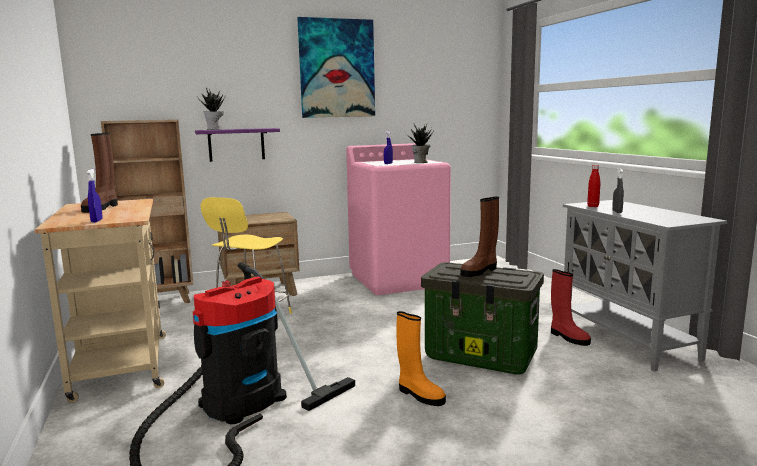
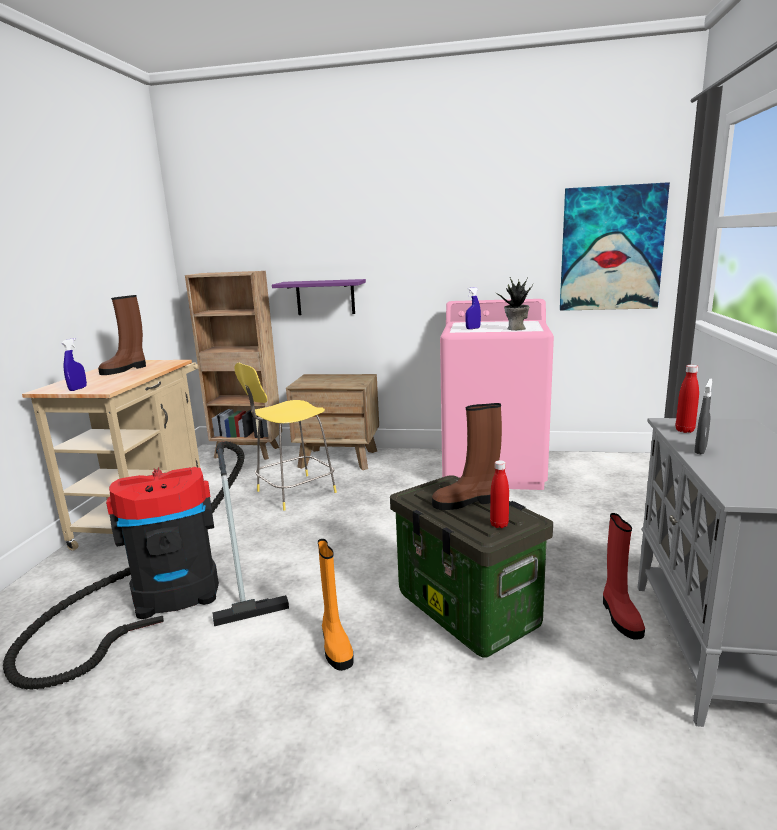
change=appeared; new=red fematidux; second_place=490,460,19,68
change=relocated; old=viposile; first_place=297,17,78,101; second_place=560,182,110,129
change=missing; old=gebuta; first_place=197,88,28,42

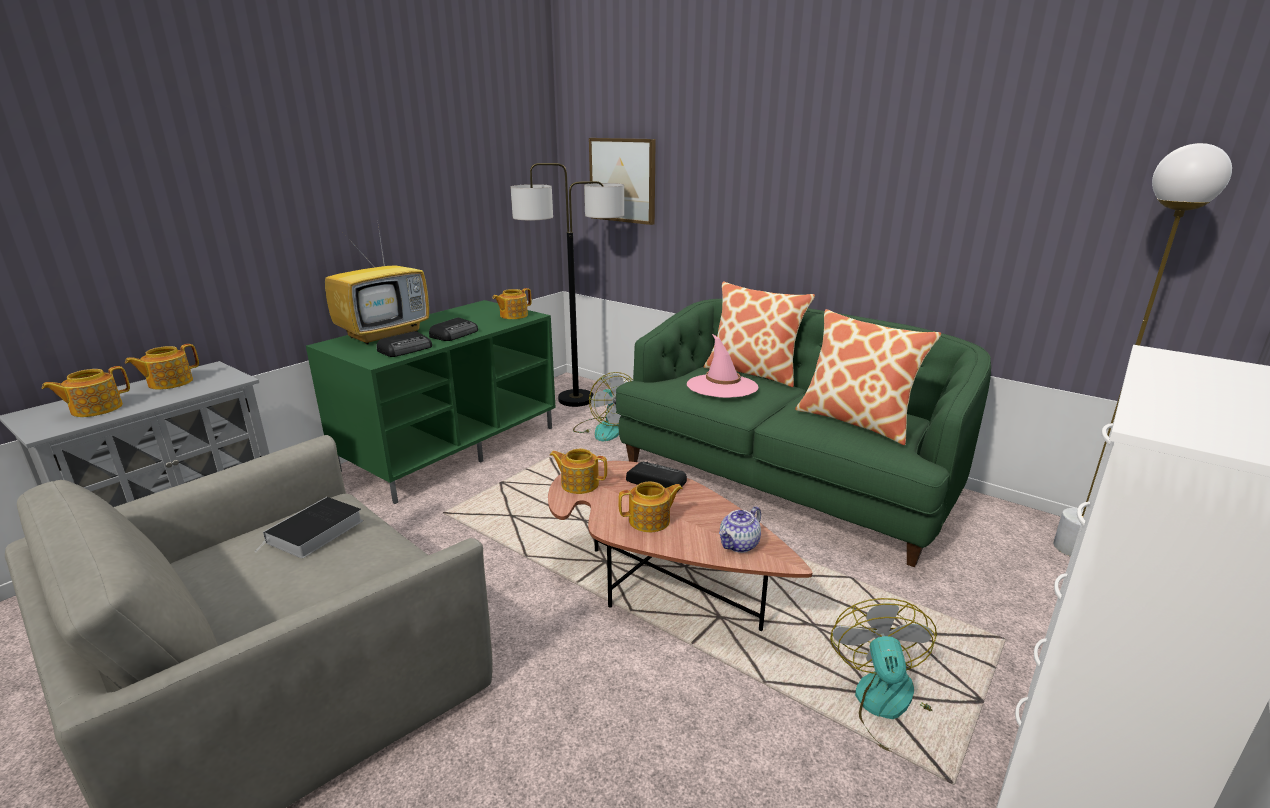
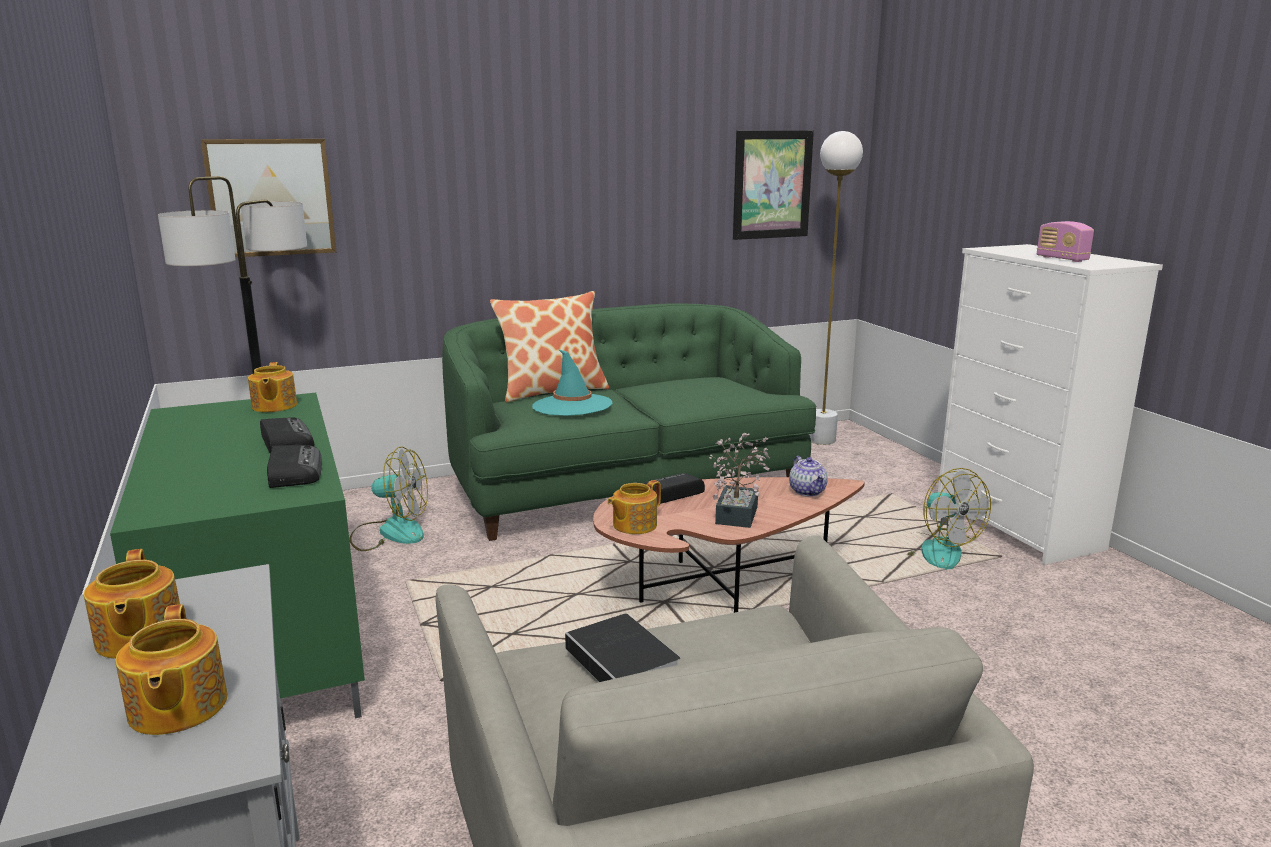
change=colour; old=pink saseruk; new=turquoise saseruk; first_place=687,334,71,64; second_place=532,349,81,67
change=exchanged; old=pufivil; new=gebuta; first_place=618,482,65,50; second_place=709,433,61,95
change=appeared; new=viposile; second_place=733,130,81,110
change=spun; old=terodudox; first_place=830,598,107,154; second_place=906,468,85,102; degrees=-150
change=appeared; new=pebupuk; second_place=1037,221,57,41
change=missing; old=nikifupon; first_place=325,226,104,119
change=missing; old=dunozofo; first_place=795,309,146,136

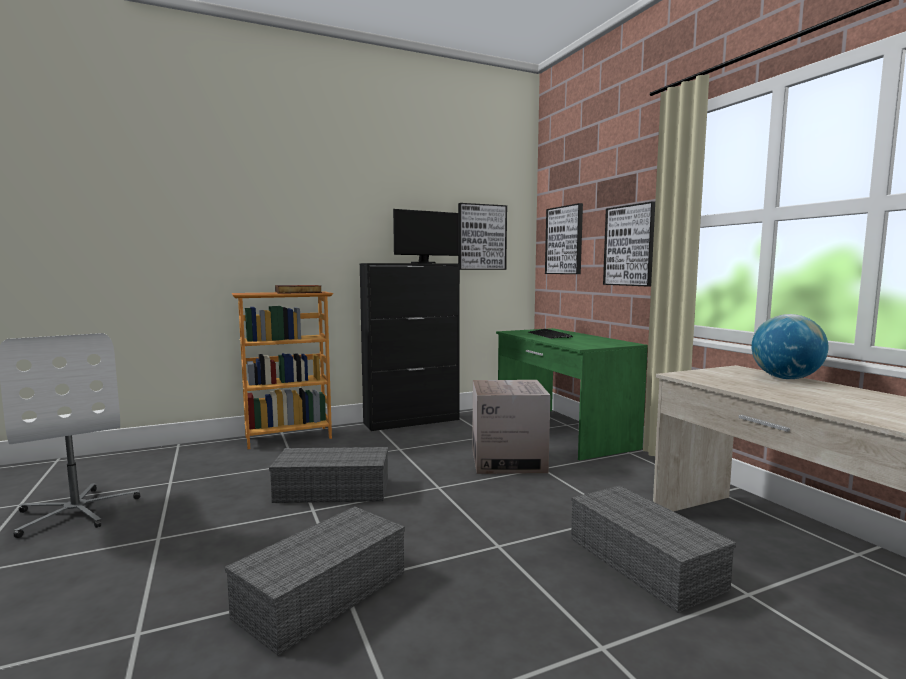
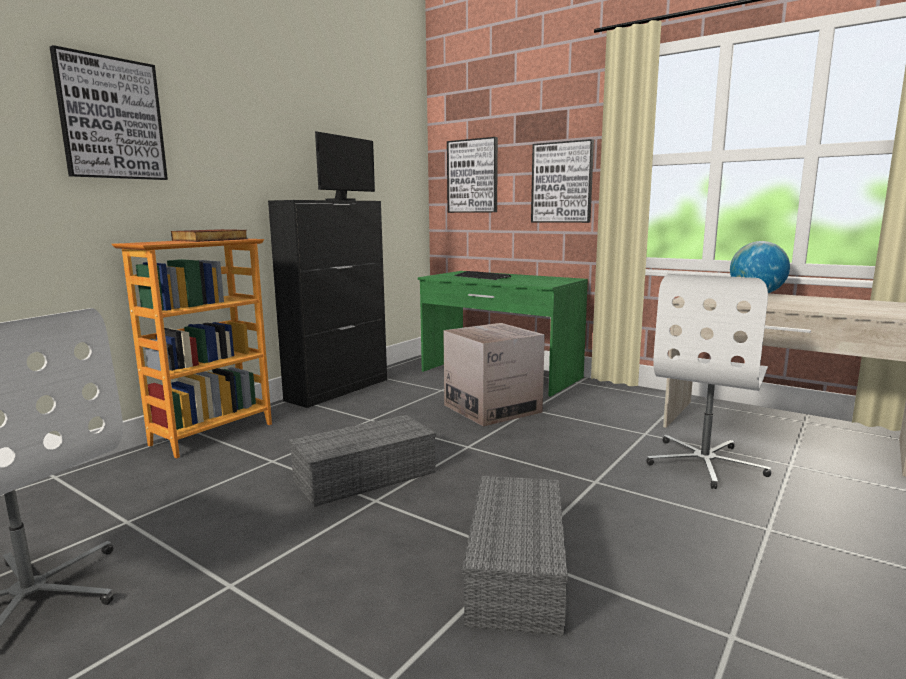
change=relocated; old=viposile; first_place=458,203,49,67; second_place=50,45,118,135
change=exchanged; old=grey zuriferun; new=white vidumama; first_place=571,486,165,127; second_place=646,274,125,215

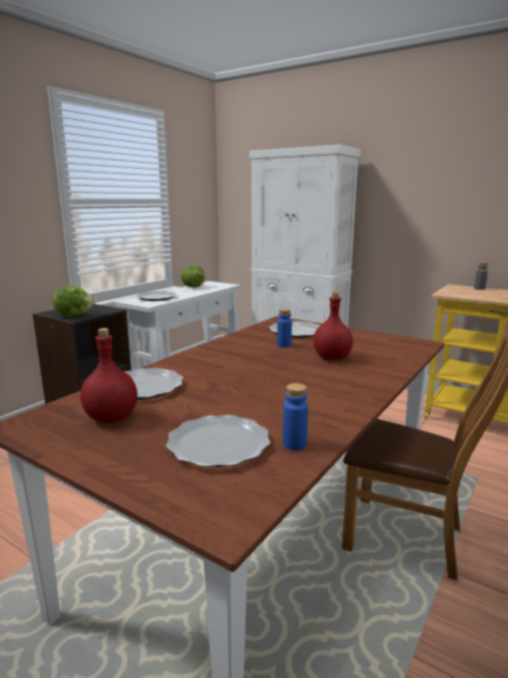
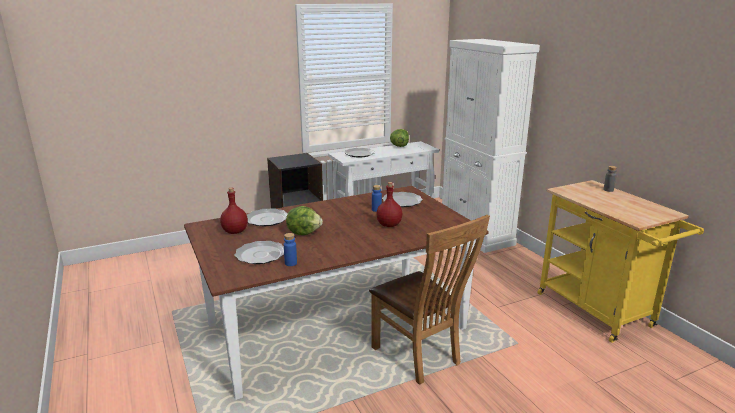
change=relocated; old=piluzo; first_place=53,286,42,31; second_place=286,206,37,29

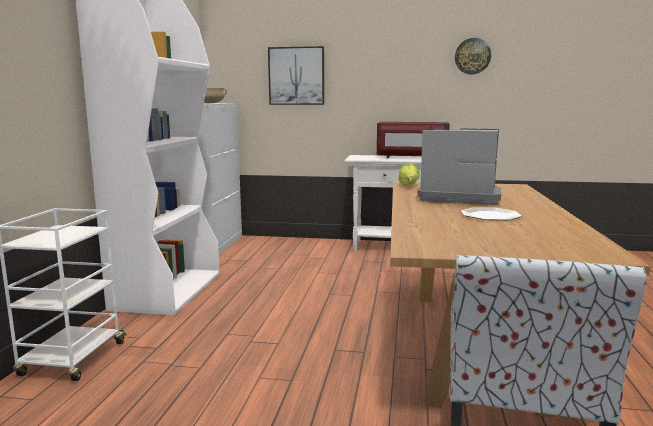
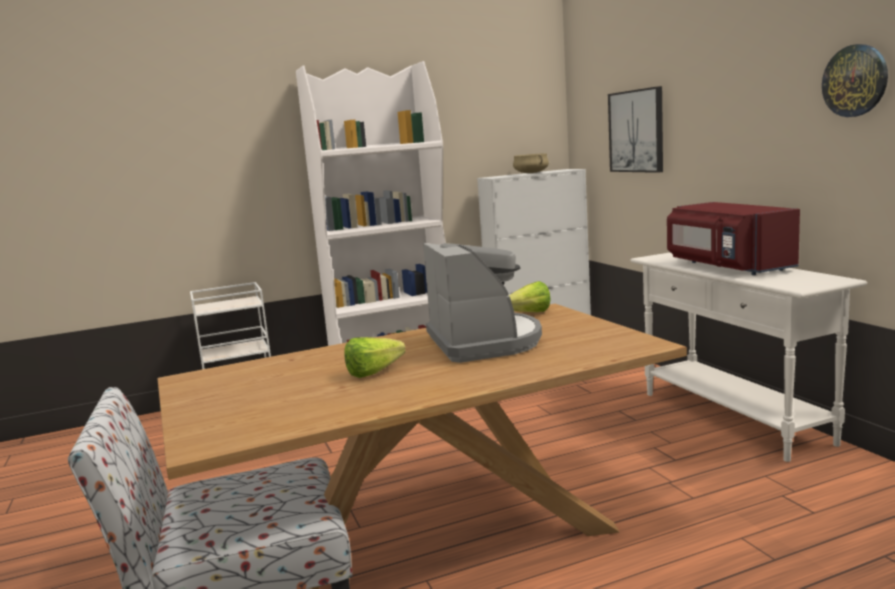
change=exchanged; old=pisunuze; new=piluzo; first_place=461,207,61,13; second_place=344,337,62,41

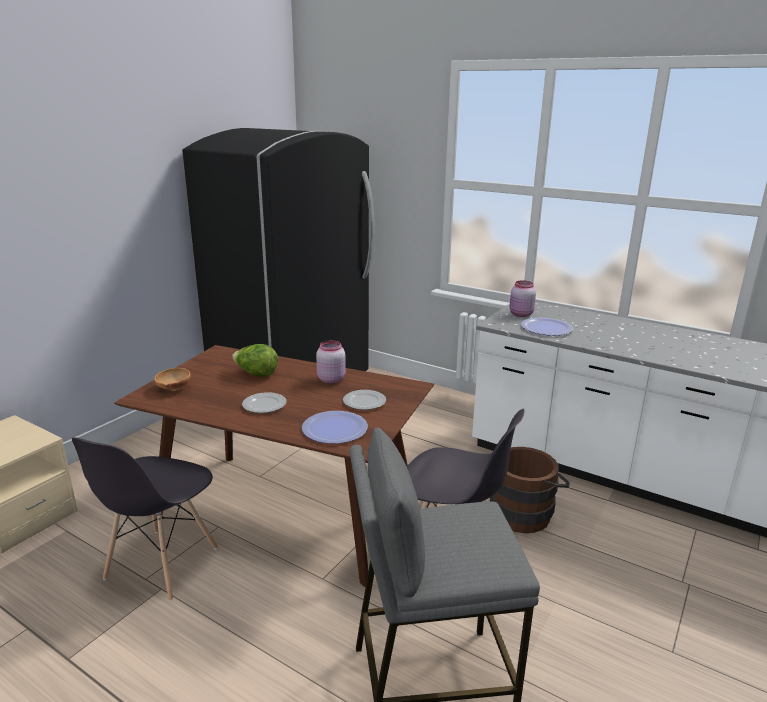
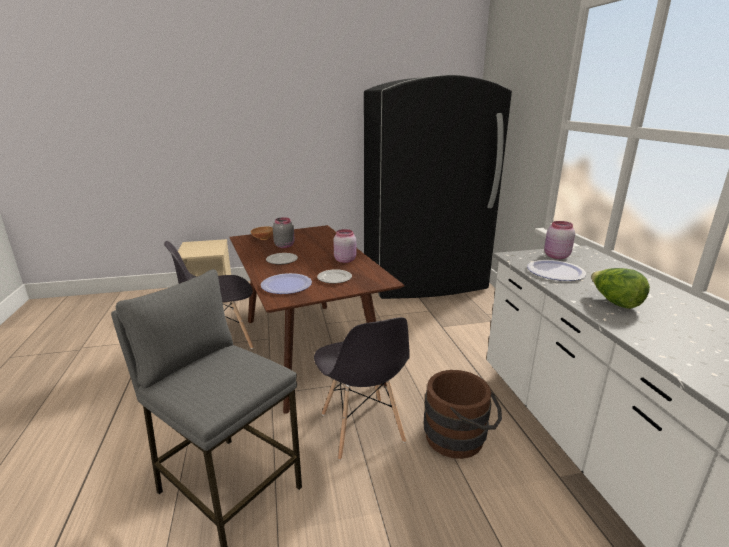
change=appeared; new=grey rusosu; second_place=273,217,22,31
change=relocated; old=piluzo; first_place=232,344,46,33; second_place=591,268,59,41

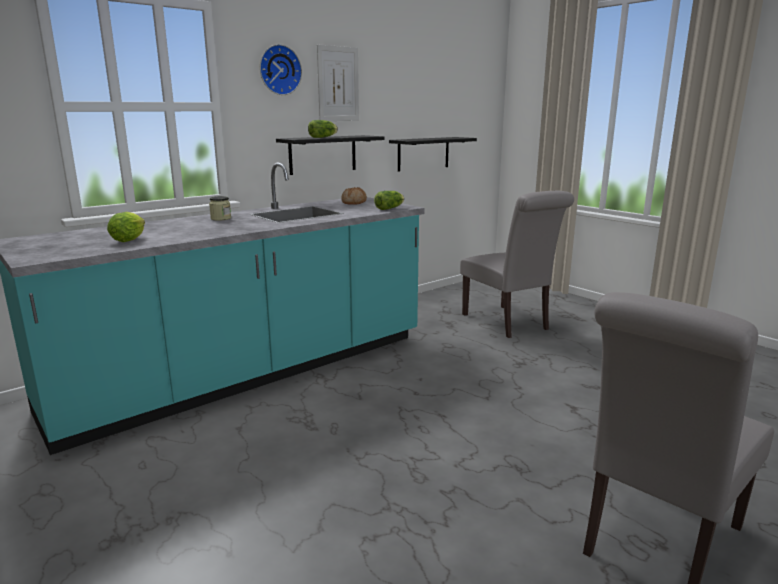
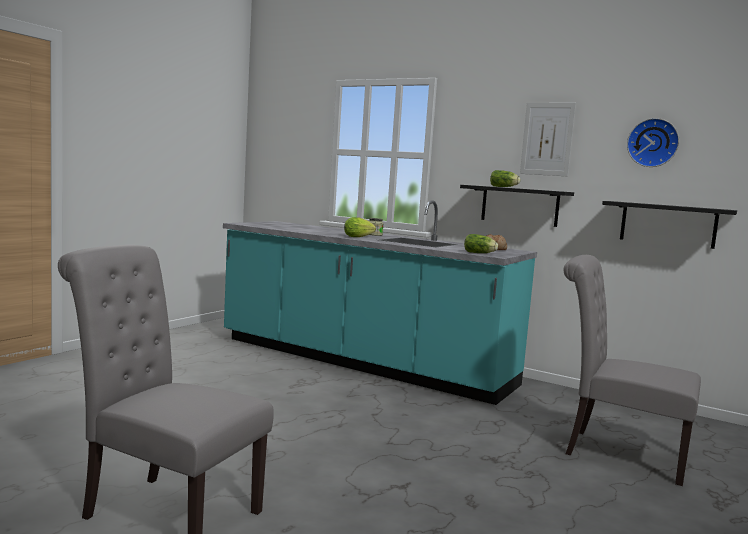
change=relocated; old=piluzo; first_place=107,212,38,30; second_place=344,217,32,20
change=spun; old=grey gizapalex; first_place=460,191,114,147; second_place=563,255,138,231; degrees=75
change=relocated; old=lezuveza; first_place=260,44,42,51; second_place=627,118,52,49

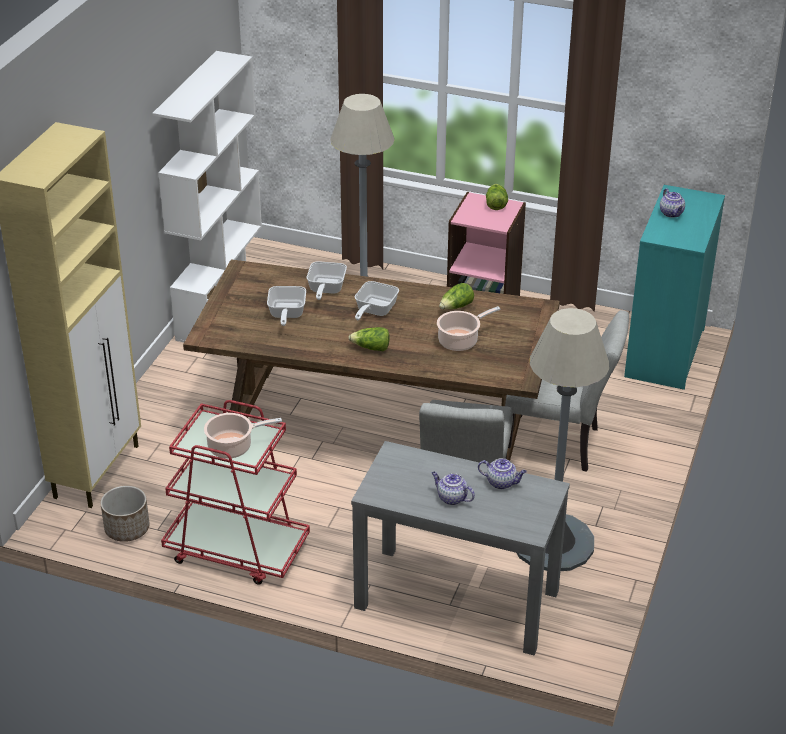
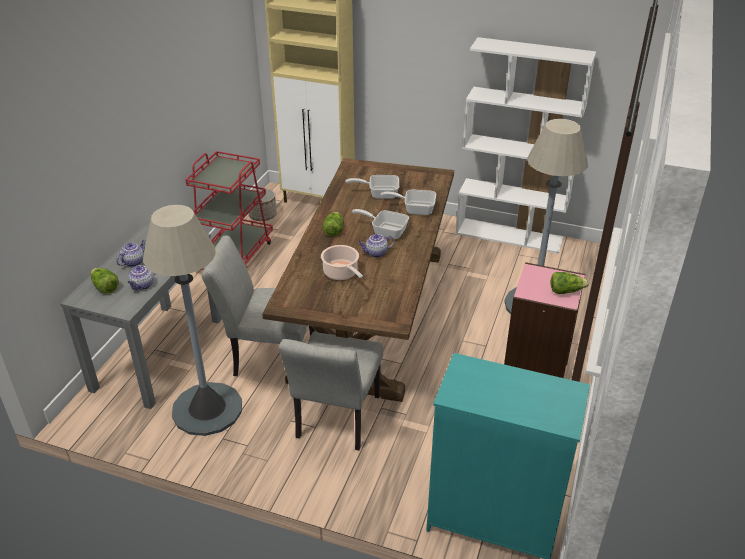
change=relocated; old=piluzo; first_place=439,283,35,26; second_place=91,268,28,26
change=relocated; old=pufivil; first_place=660,188,25,30; second_place=358,234,37,24
change=missing; old=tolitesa; first_place=204,413,78,46

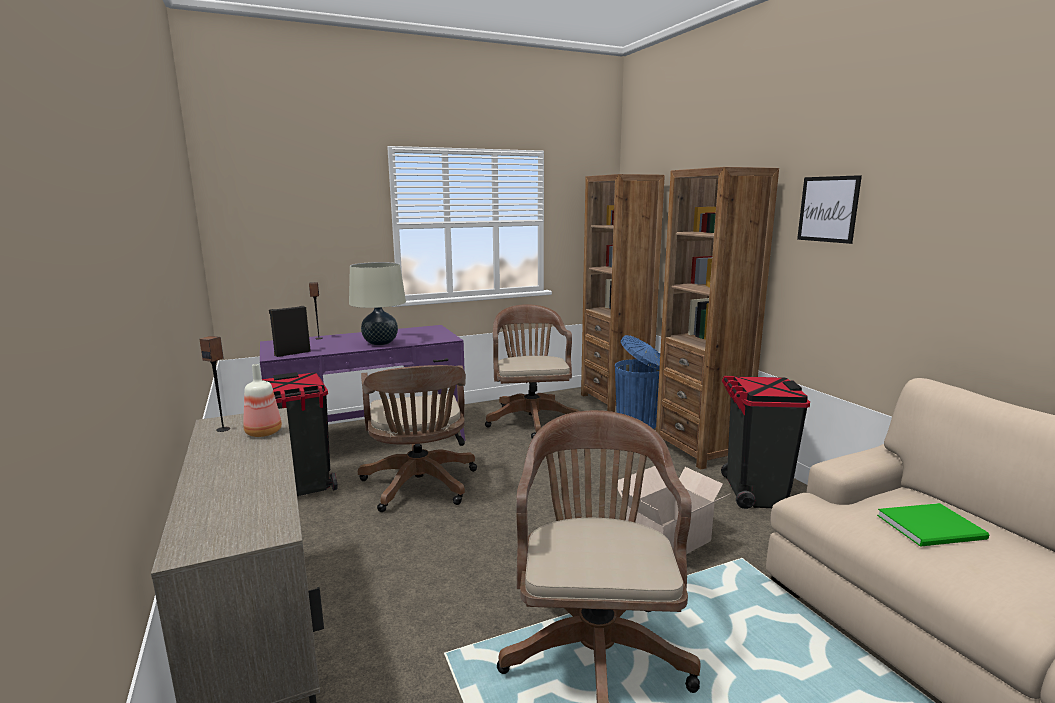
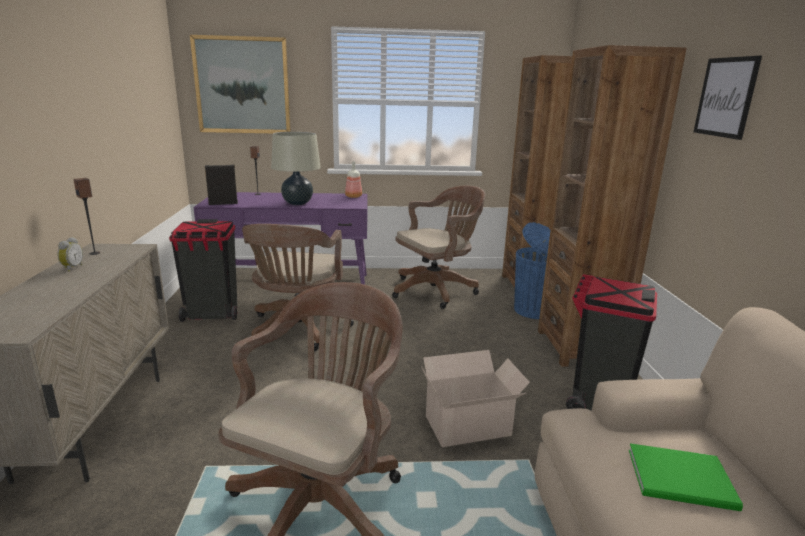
change=appeared; new=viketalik; second_place=57,237,26,35
change=appeared; new=viposile; second_place=190,35,101,98
change=relocated; old=fematidux; first_place=243,364,39,73; second_place=345,162,17,36
change=spun; old=brown vidumama; first_place=485,304,94,135; second_place=392,186,93,123; degrees=45

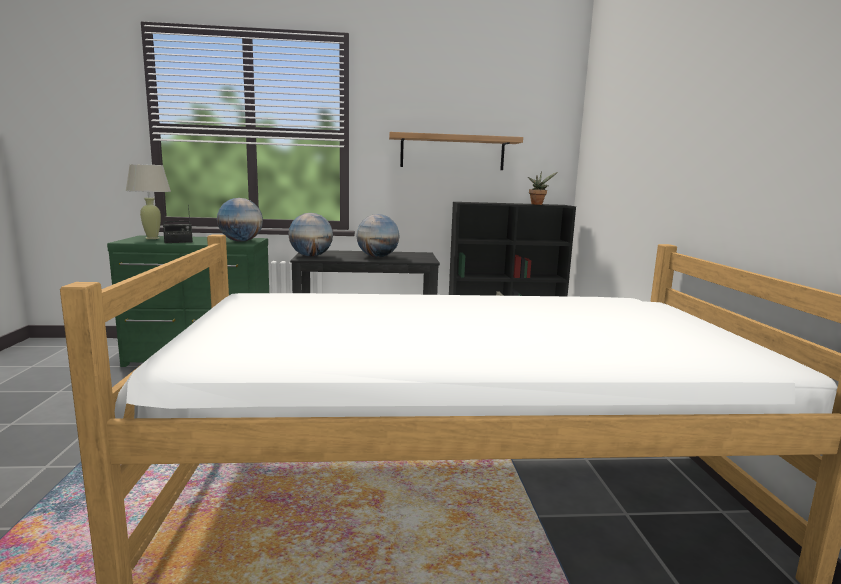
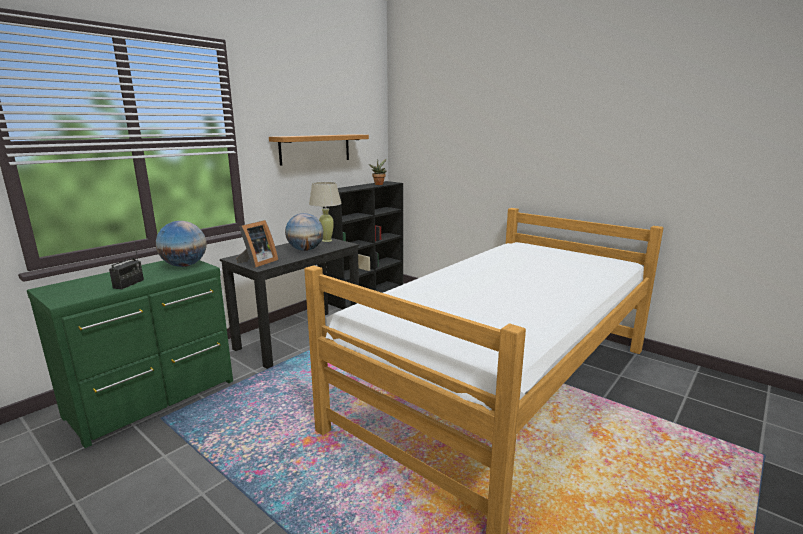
change=exchanged; old=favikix; new=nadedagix; first_place=288,213,45,44; second_place=236,220,42,48
change=relocated; old=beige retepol; first_place=125,164,46,75; second_place=309,182,33,60

